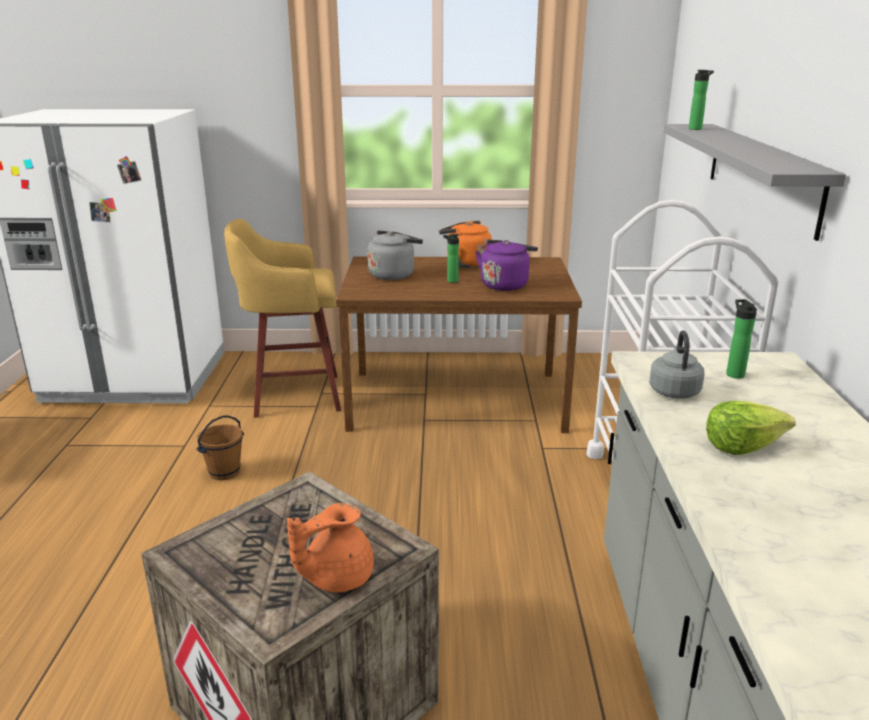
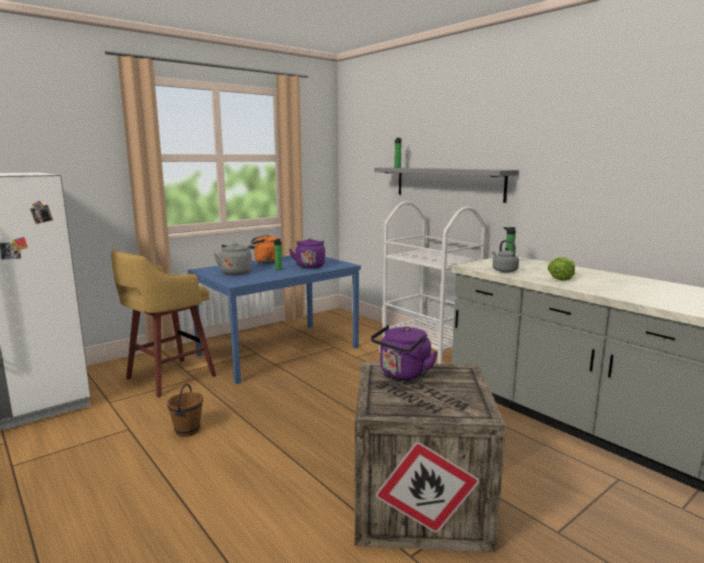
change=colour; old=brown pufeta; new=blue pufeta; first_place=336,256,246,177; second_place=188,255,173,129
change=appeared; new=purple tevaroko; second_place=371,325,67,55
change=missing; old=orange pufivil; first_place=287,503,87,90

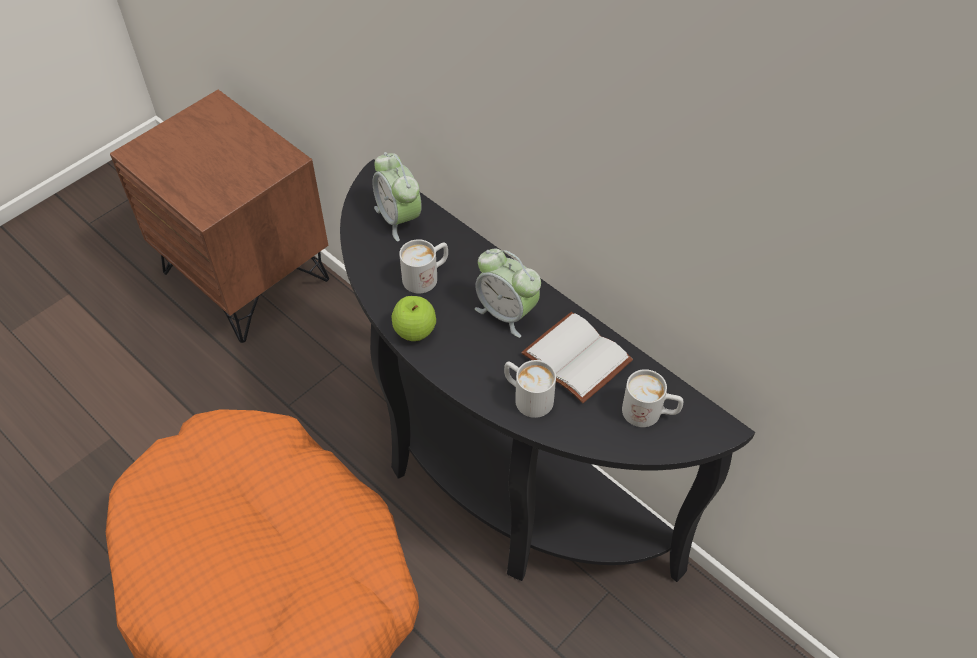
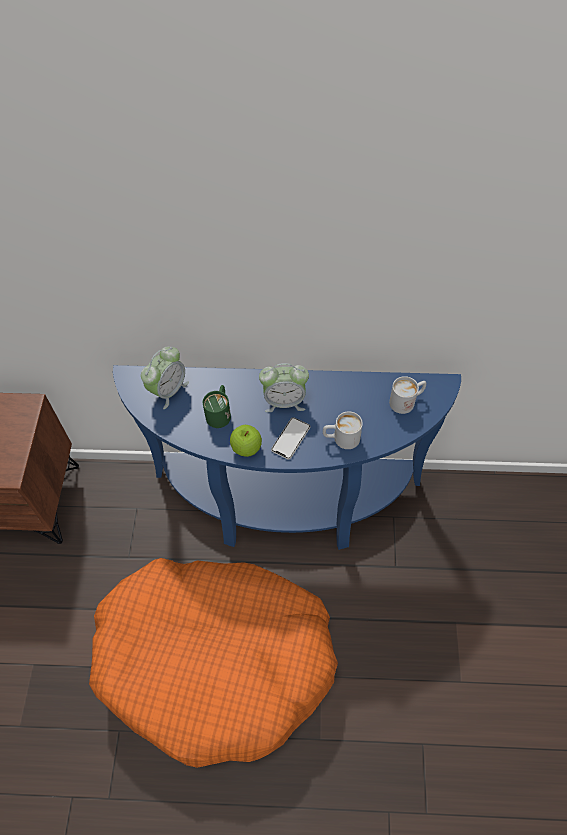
change=colour; old=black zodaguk; new=blue zodaguk; first_place=340,159,415,423; second_place=113,365,348,185
change=spun; old=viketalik; first_place=372,152,50,89; second_place=141,347,48,62; degrees=-75
change=colour; old=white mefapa; new=green mefapa; first_place=399,239,49,55; second_place=203,385,28,43
change=appeared; new=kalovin; second_place=271,417,39,43
change=missing; old=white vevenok; first_place=521,312,112,91

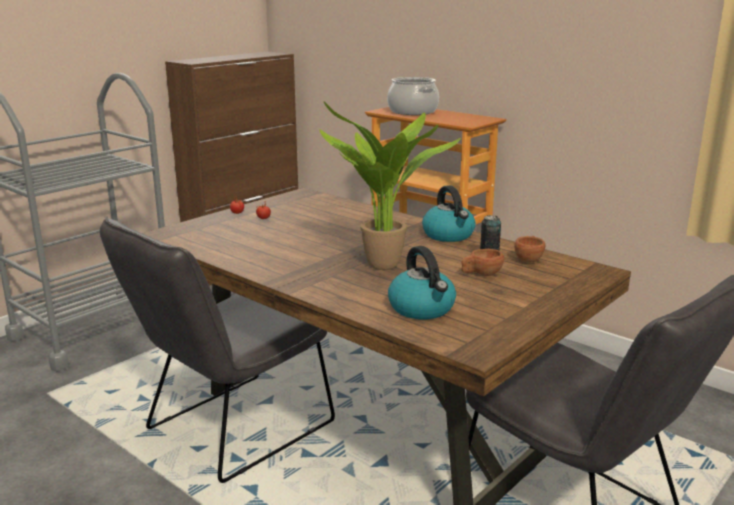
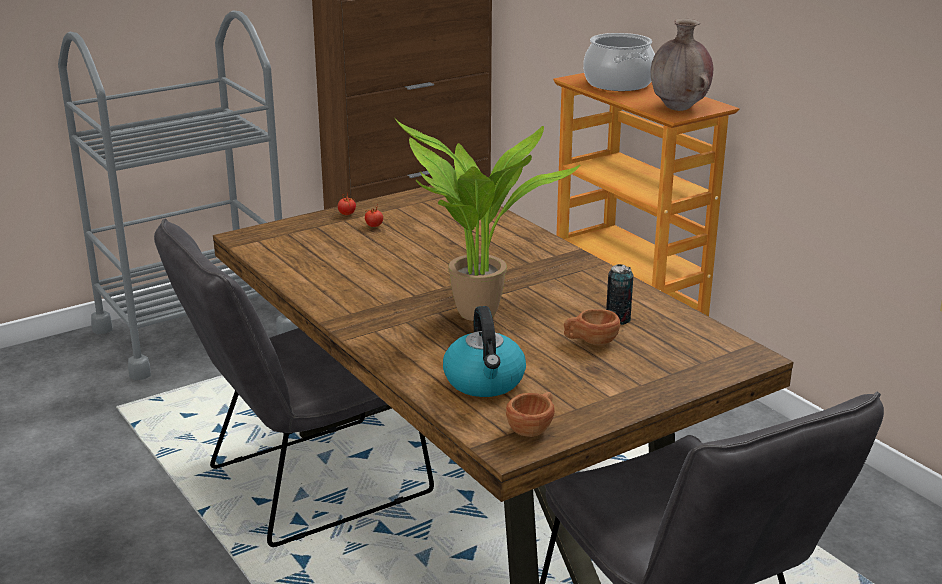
change=relocated; old=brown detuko; first_place=514,236,31,26; second_place=506,392,49,45
change=appeared; new=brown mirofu; second_place=651,19,62,92
change=missing; old=tevaroko; first_place=422,185,54,57

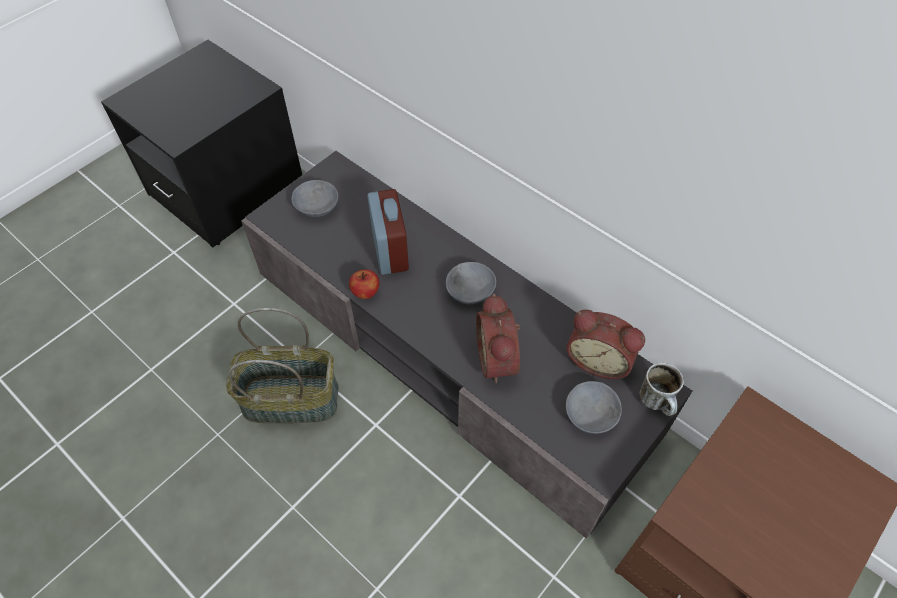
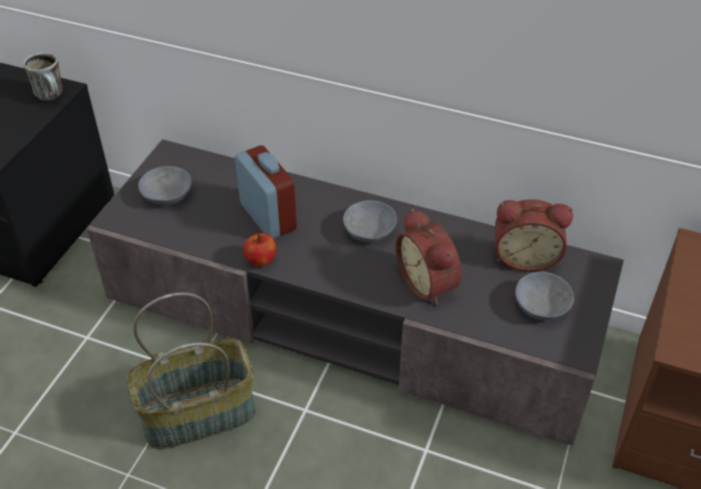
change=relocated; old=mefapa; first_place=639,363,45,53; second_place=23,52,40,49

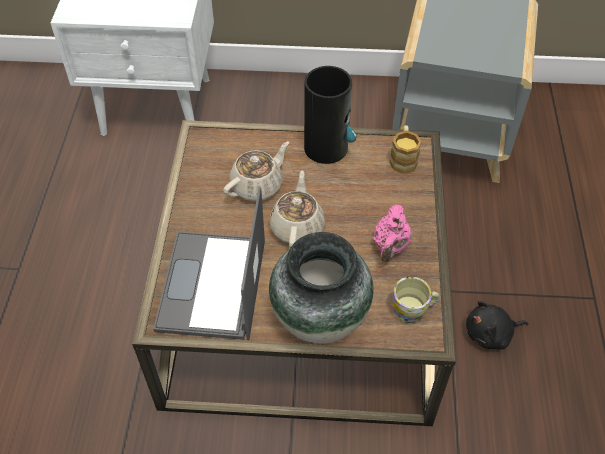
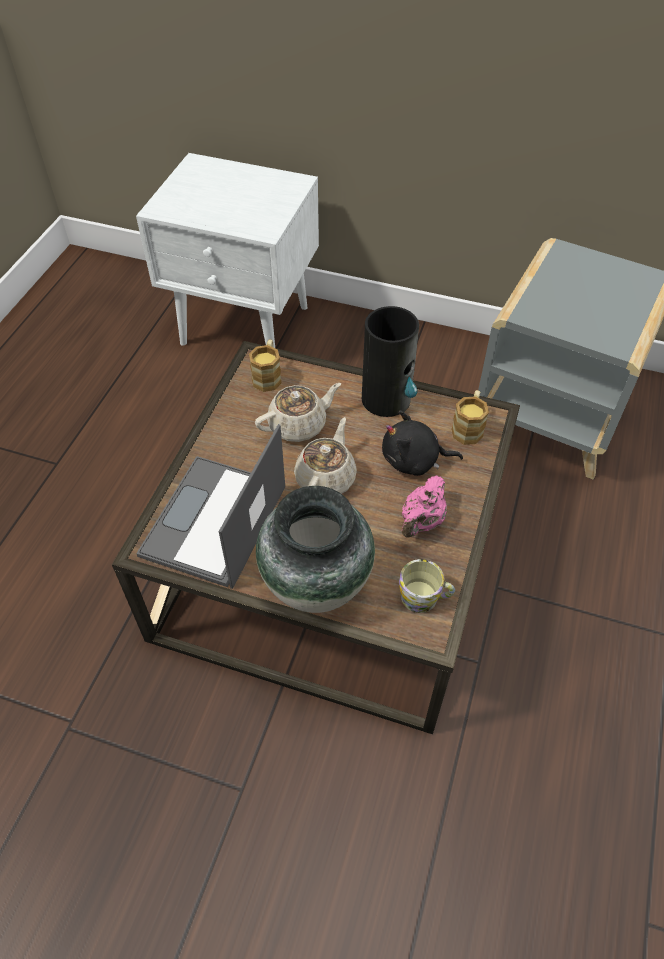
change=appeared; new=mefapa; second_place=249,340,33,52
change=relocated; old=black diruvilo; first_place=466,301,62,49; second_place=382,410,81,66

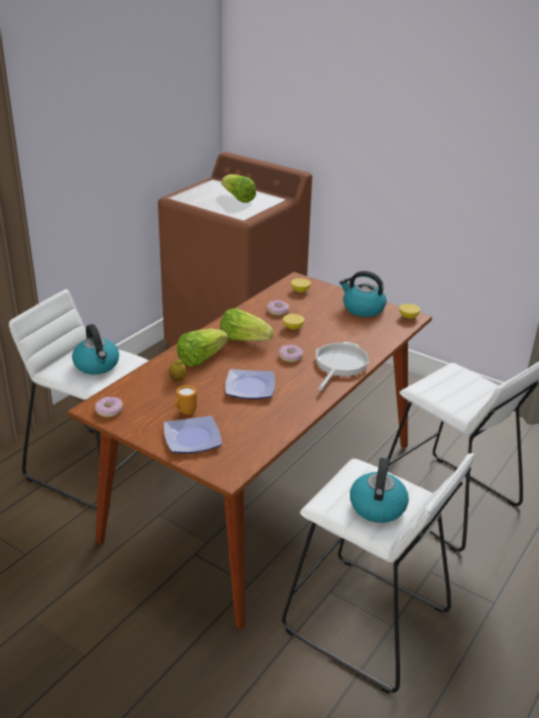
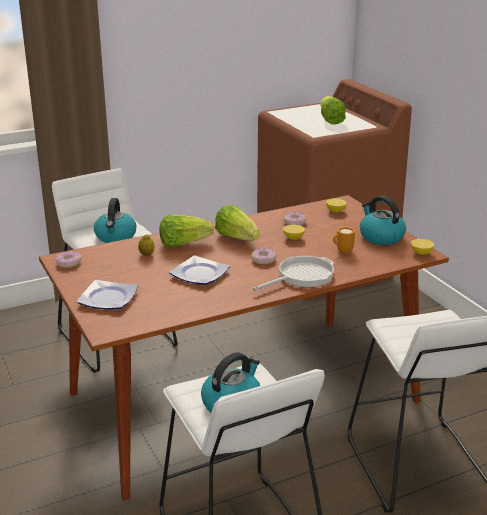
change=relocated; old=orange mefapa; first_place=175,385,22,30; second_place=333,227,22,26

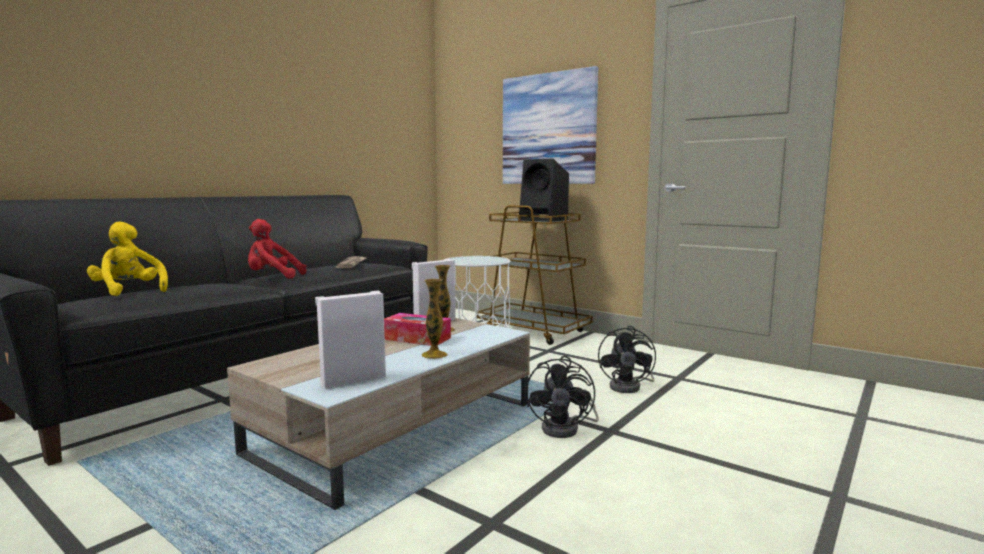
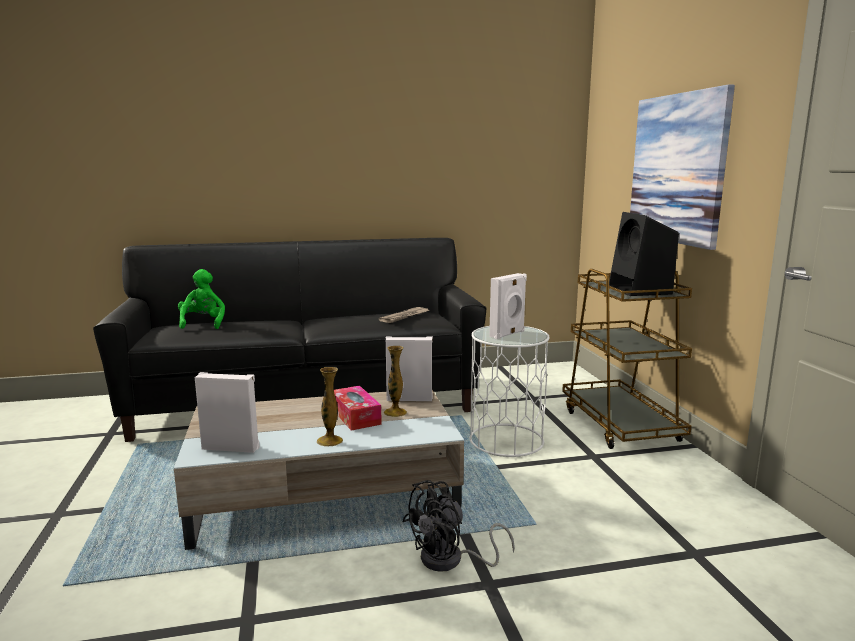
change=colour; old=yellow diruvilo; new=green diruvilo; first_place=87,222,81,74; second_place=178,269,47,60
change=appeared; new=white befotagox; second_place=489,273,38,66
change=missing; old=red diruvilo; first_place=248,219,58,60
change=missing; old=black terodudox; first_place=598,326,58,67

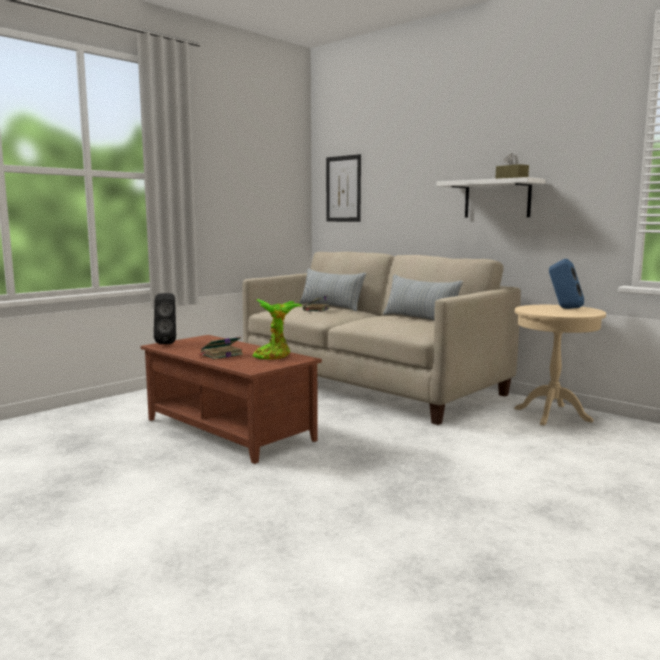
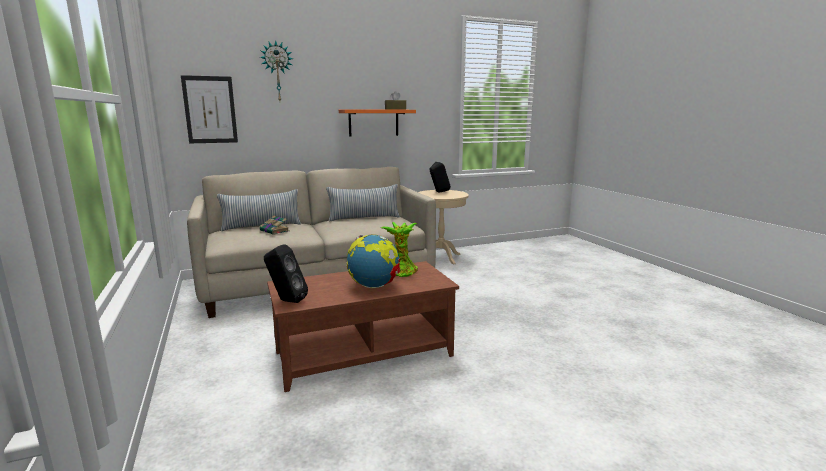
change=appeared; new=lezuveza; second_place=260,40,33,61
change=colour; old=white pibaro; new=orange pibaro; first_place=437,177,109,41; second_place=339,109,77,28
change=exchanged; old=vevenok; new=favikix; first_place=198,337,45,22; second_place=347,234,53,54
change=colour; old=blue befotagox; new=black befotagox; first_place=549,259,35,50; second_place=429,162,21,30

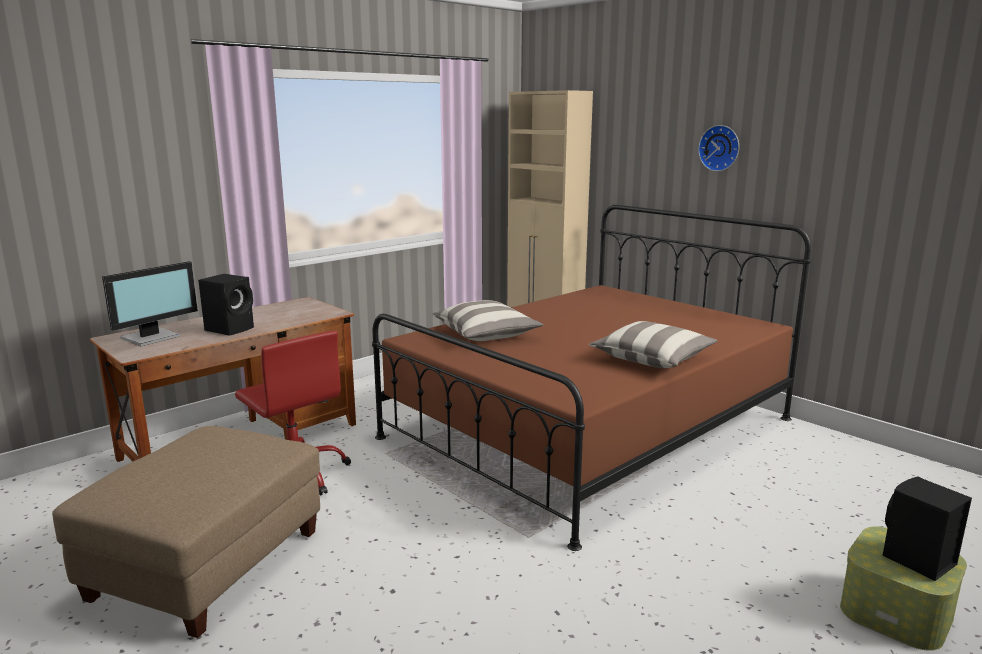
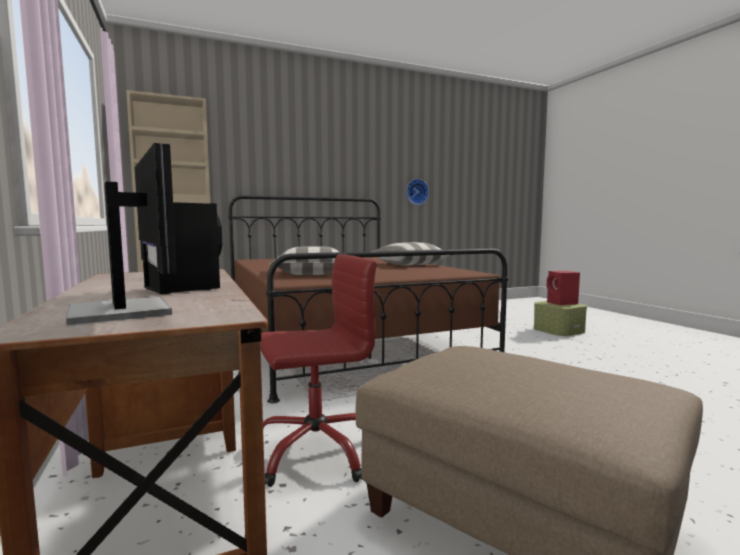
change=relocated; old=lezuveza; first_place=698,125,41,46; second_place=406,179,23,26
change=colour; old=black befotagox; new=red befotagox; first_place=882,476,90,105; second_place=546,271,34,34

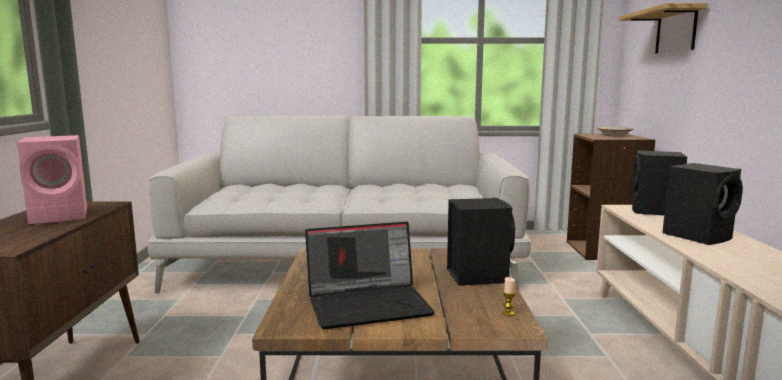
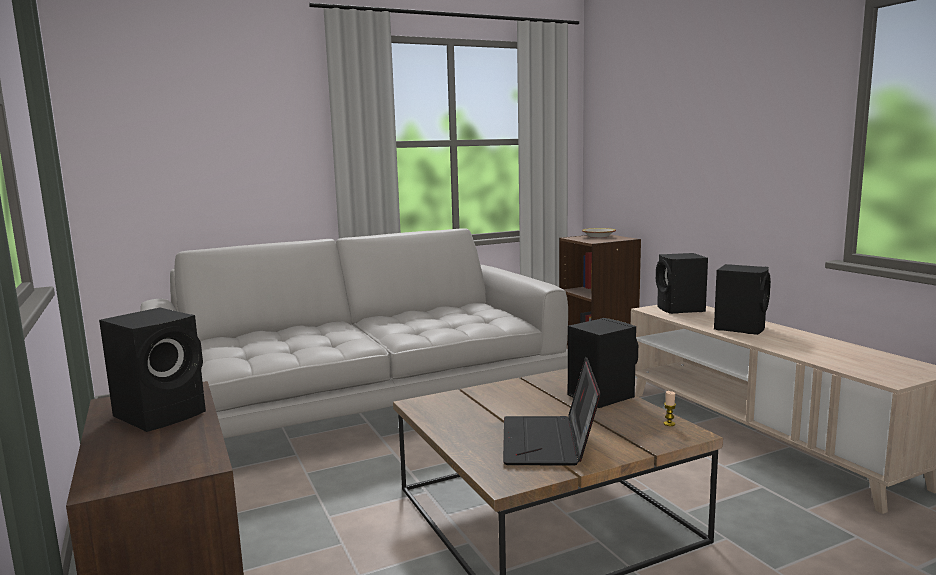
change=colour; old=pink befotagox; new=black befotagox; first_place=17,135,70,89; second_place=99,308,107,124
change=spun; old=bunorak; first_place=305,222,130,107; second_place=503,357,98,108; degrees=135
change=missing; old=pibaro; first_place=618,3,90,50

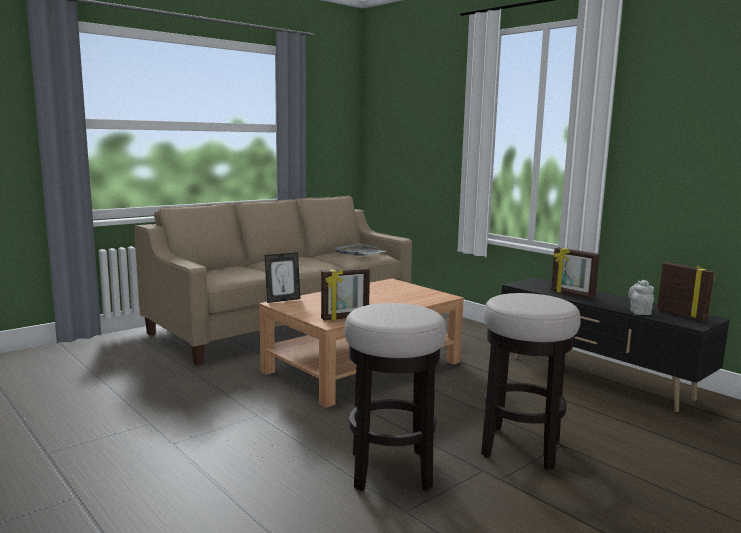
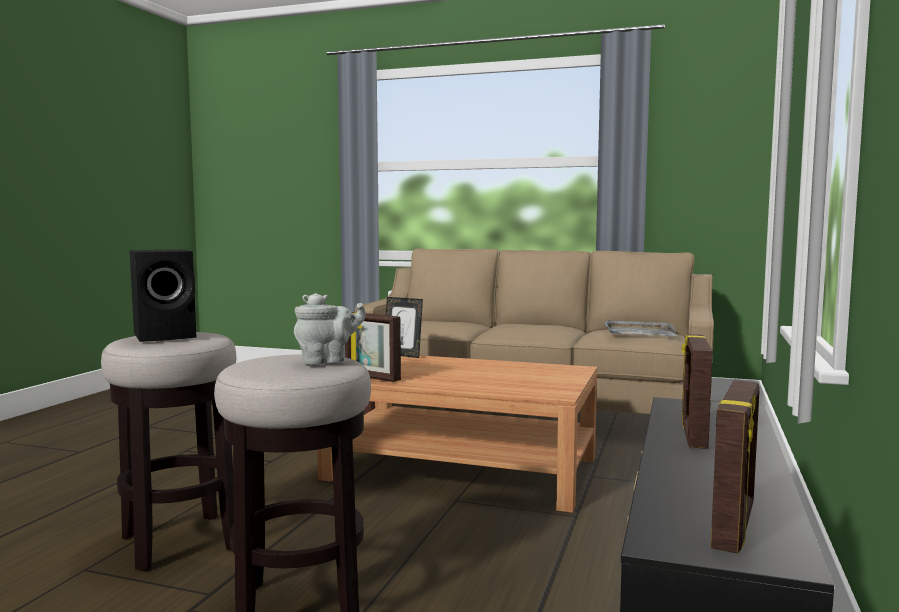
change=appeared; new=black befotagox; second_place=130,249,66,93
change=relocated; old=grey pufivil; first_place=628,280,26,35; second_place=294,293,72,71

